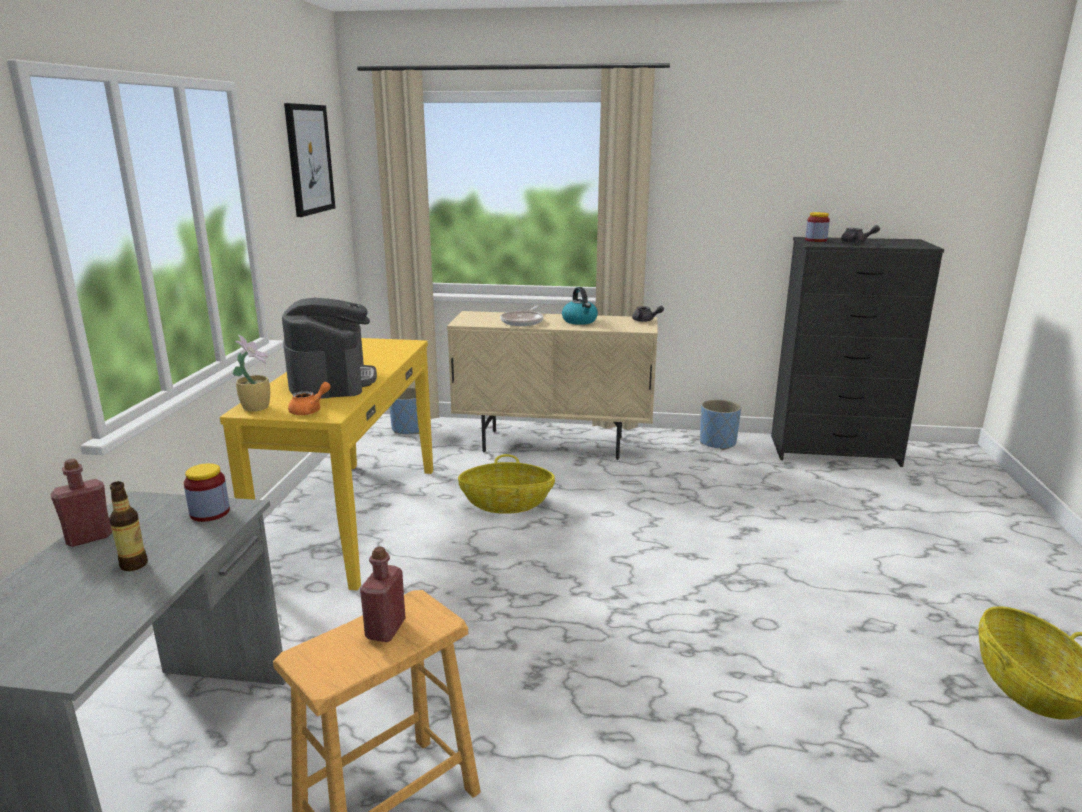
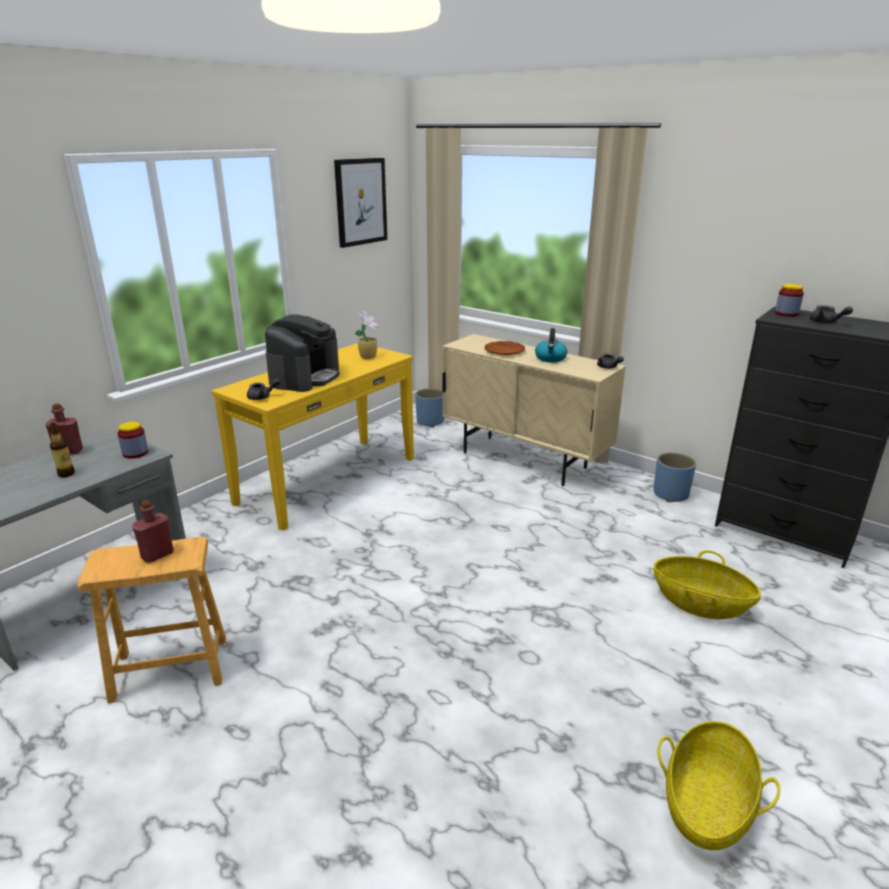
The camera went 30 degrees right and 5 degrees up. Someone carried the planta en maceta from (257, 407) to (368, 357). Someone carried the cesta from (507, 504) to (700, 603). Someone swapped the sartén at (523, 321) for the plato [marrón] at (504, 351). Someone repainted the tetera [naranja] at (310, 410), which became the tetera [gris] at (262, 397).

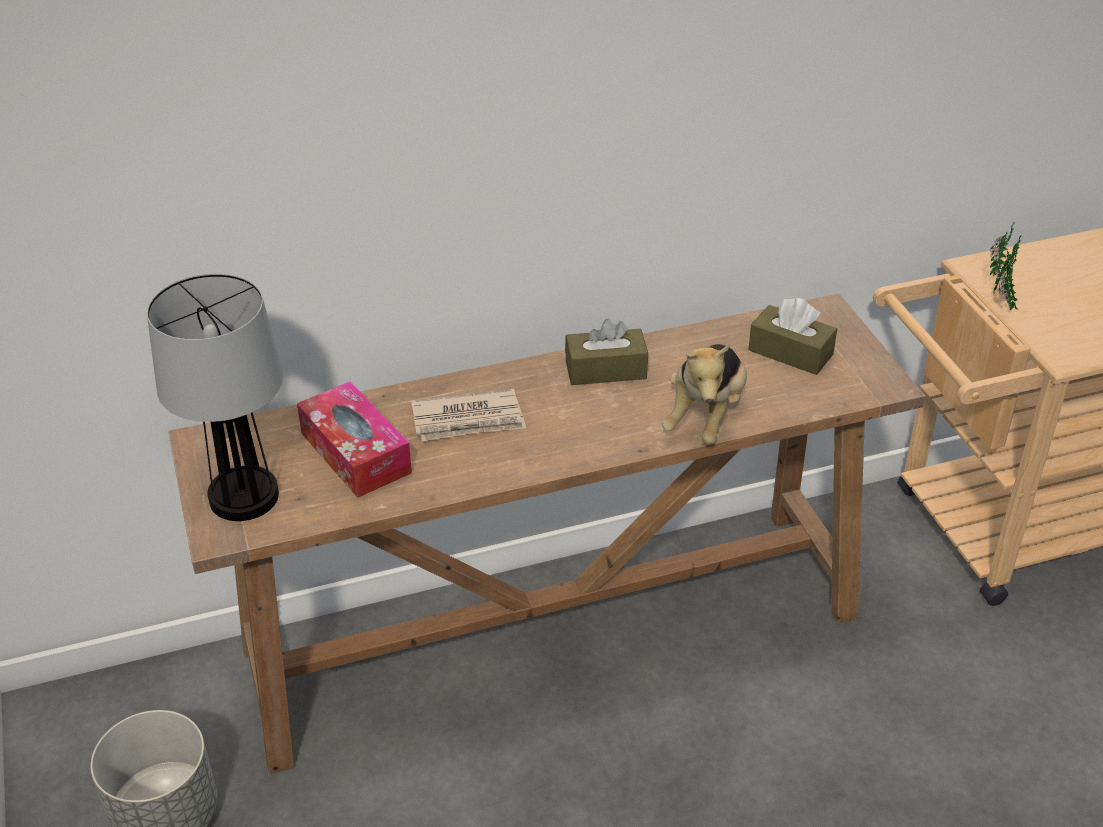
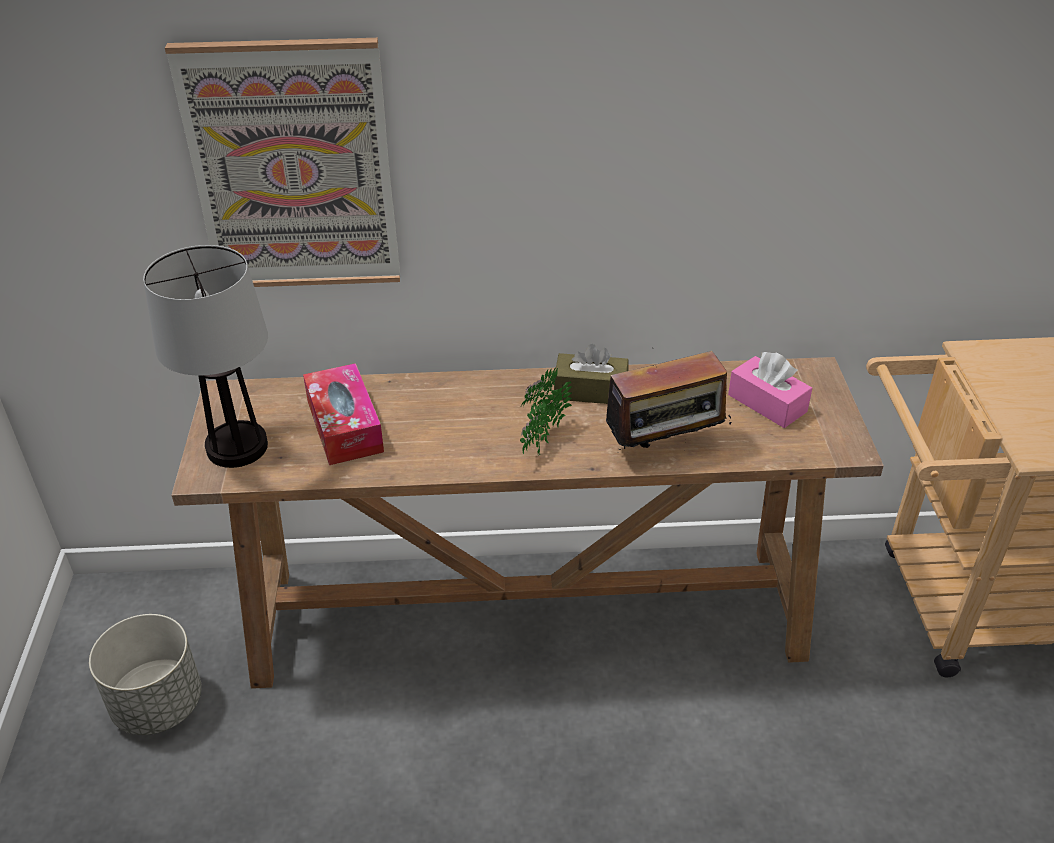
The camera went 15 degrees right and 0 degrees up. Someone took away the periódico at (469, 420). Someone put up the cuadro at (292, 168). Someone carried the planta en maceta from (999, 300) to (540, 442). Someone swapped the peluche at (706, 416) for the radio at (665, 448). Someone repainted the caja de pañuelos [marrón] at (790, 352), which became the caja de pañuelos [rosa] at (767, 403).

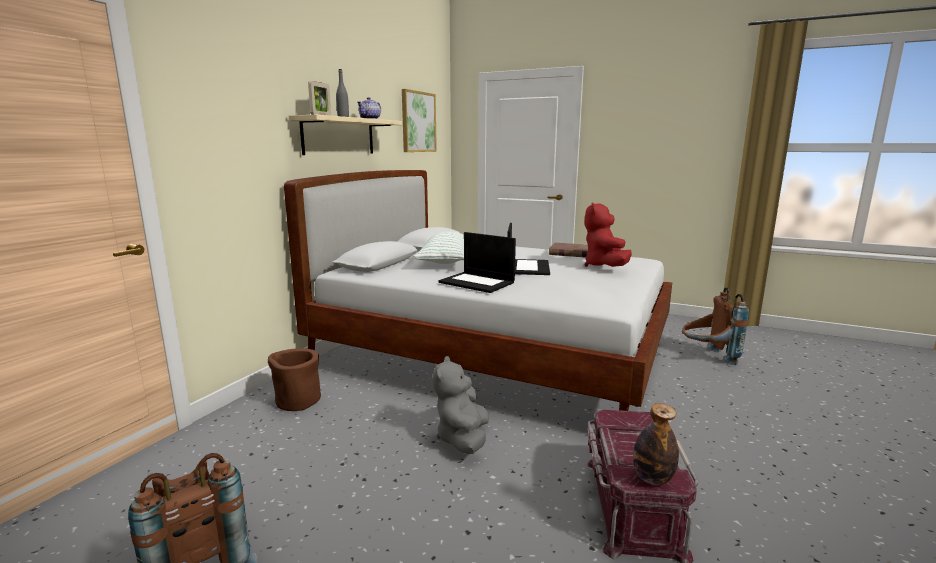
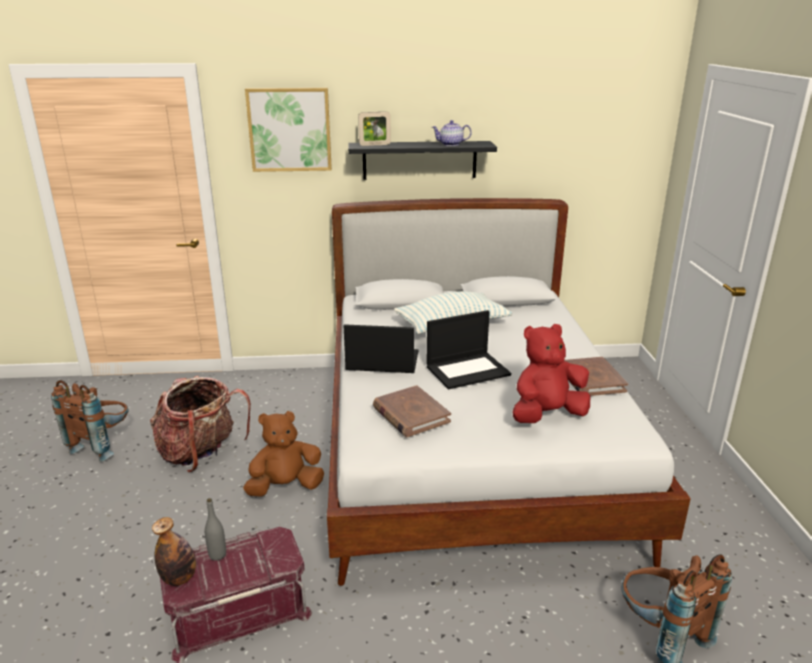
The camera went 60 degrees right and 10 degrees up. Someone took away the maceta [marrón] at (297, 402). Someone put down the mochila at (201, 454). Someone put down the libro [marrón] at (410, 414). Someone carried the botella [gris] from (343, 117) to (217, 555). Someone carried the cuadro from (418, 122) to (289, 129). Someone repainted the estante [beis] at (339, 136), which became the estante [negro] at (419, 160). Someone repainted the peluche [gris] at (463, 439), which became the peluche [marrón] at (285, 487). Someone rotated the portátil at (478, 282) by 90 degrees clockwise.

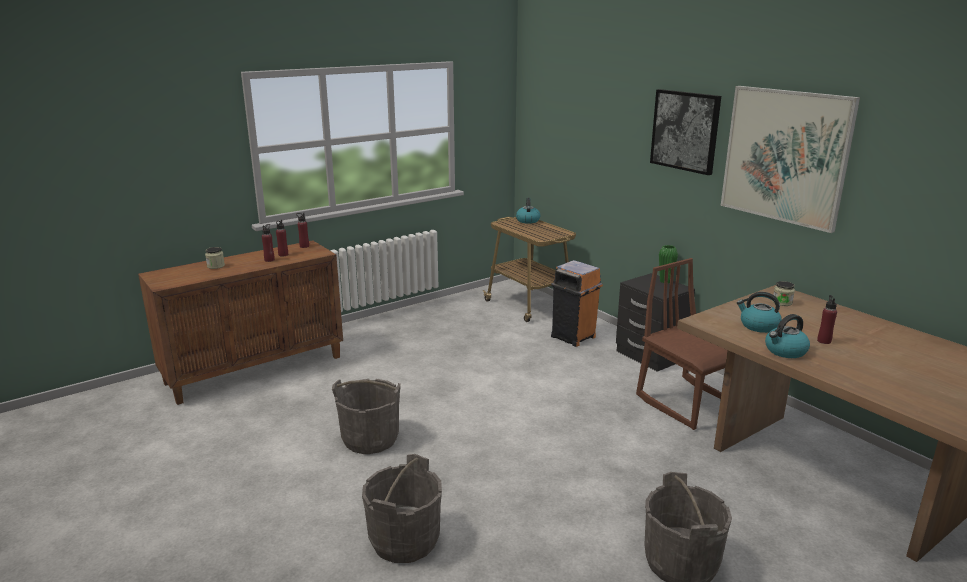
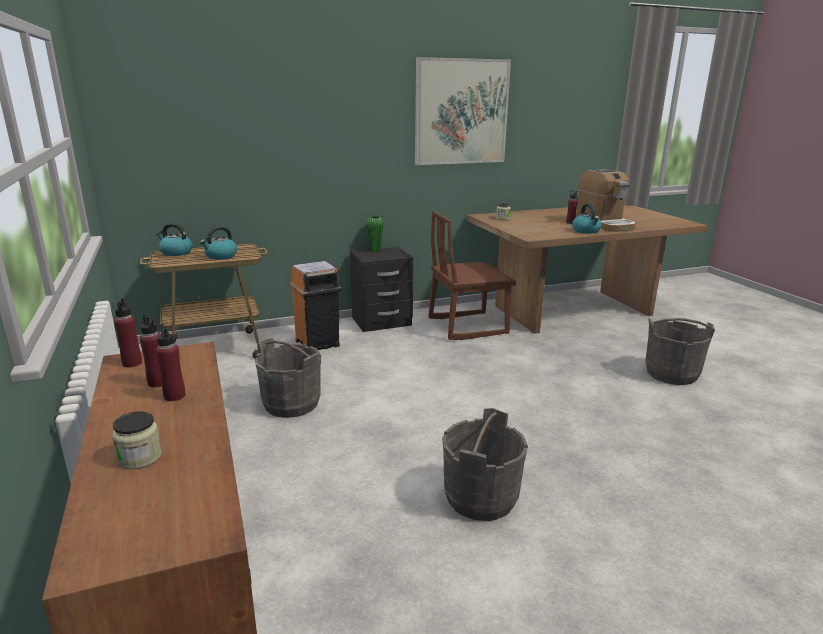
The camera went 75 degrees left and 0 degrees up. Someone took away the cuadro at (685, 131). Someone put down the cafetera at (604, 224). Someone carried the cubo [gris] from (404, 540) to (291, 404). Someone carried the hervidor from (758, 326) to (221, 256).

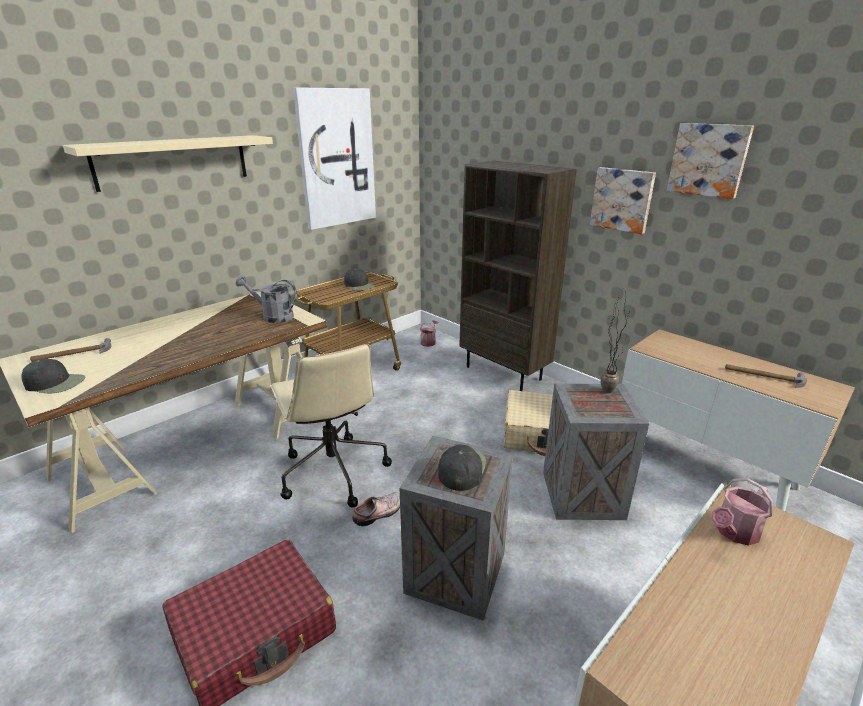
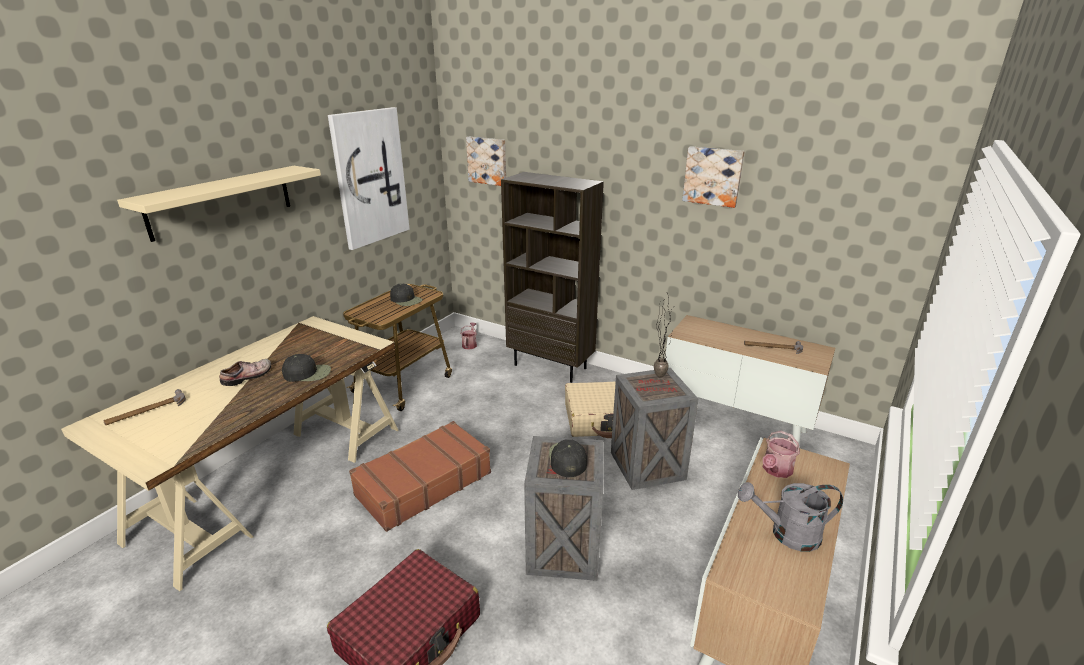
The camera went 15 degrees left and 0 degrees up. Someone carried the gorra [negro] from (55, 383) to (308, 373). Someone carried the regadera [gris] from (273, 316) to (786, 534). Someone carried the zapato from (379, 513) to (248, 377). Someone carried the cuadro from (622, 199) to (487, 160). Someone swapped the silla de oficina [beis] at (333, 471) for the maleta [marrón] at (423, 484).

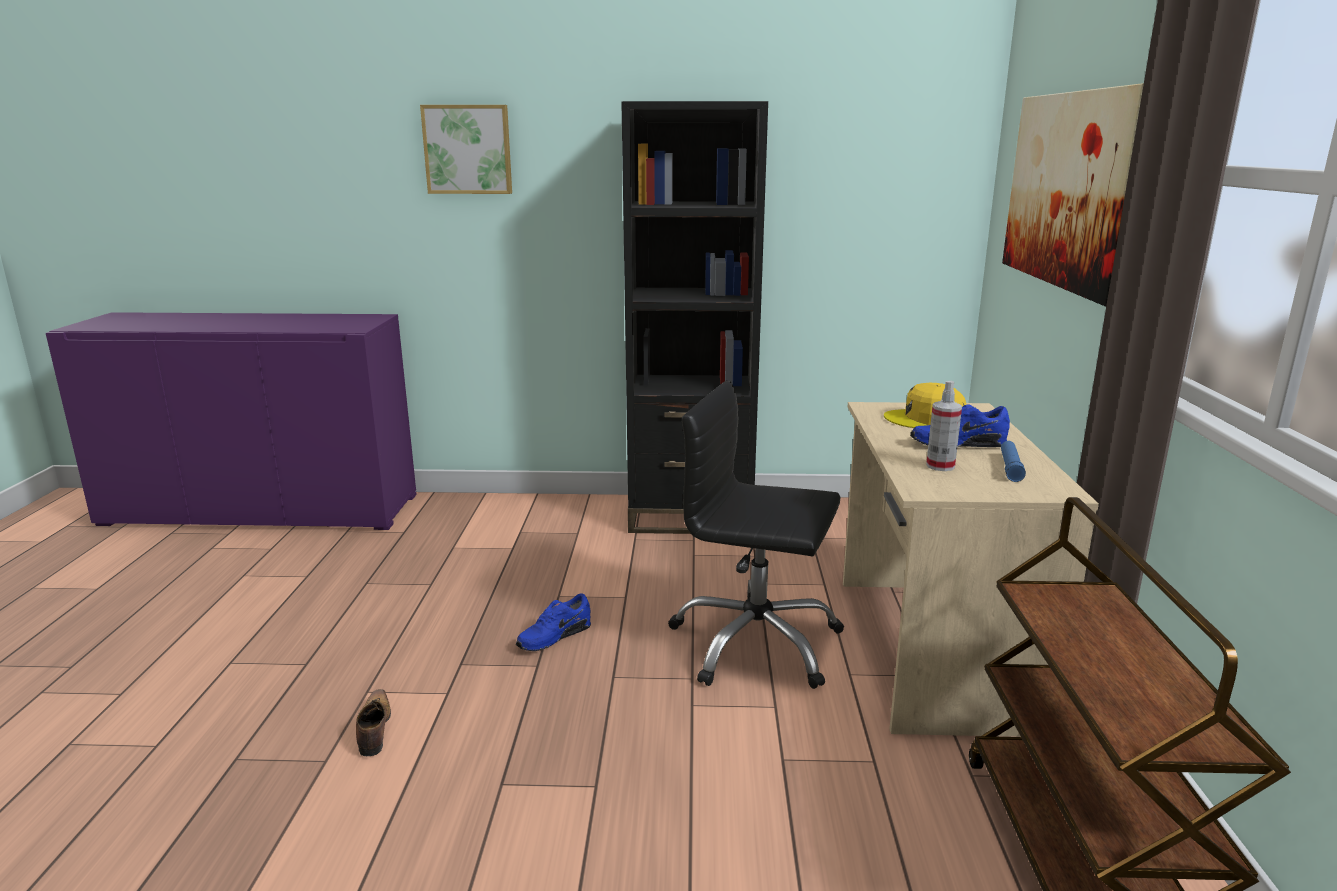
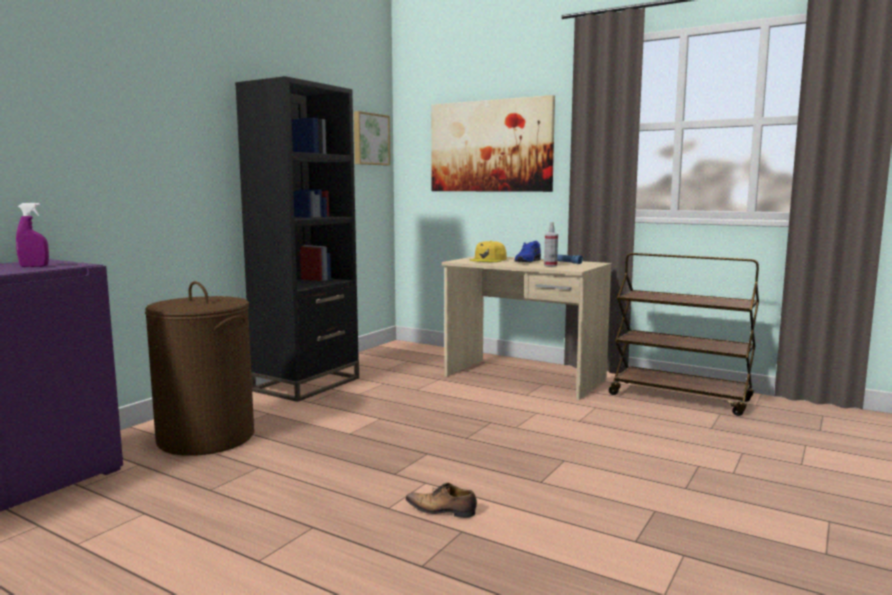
The camera went 60 degrees left and 10 degrees down. Someone took away the zapato [azul] at (553, 636). Someone took away the silla de oficina [negro] at (755, 643). Someone put down the pulverizador [morado] at (34, 266). Someone put down the cesto de la ropa [marrón] at (207, 437). Someone carried the cuadro from (468, 149) to (370, 139).

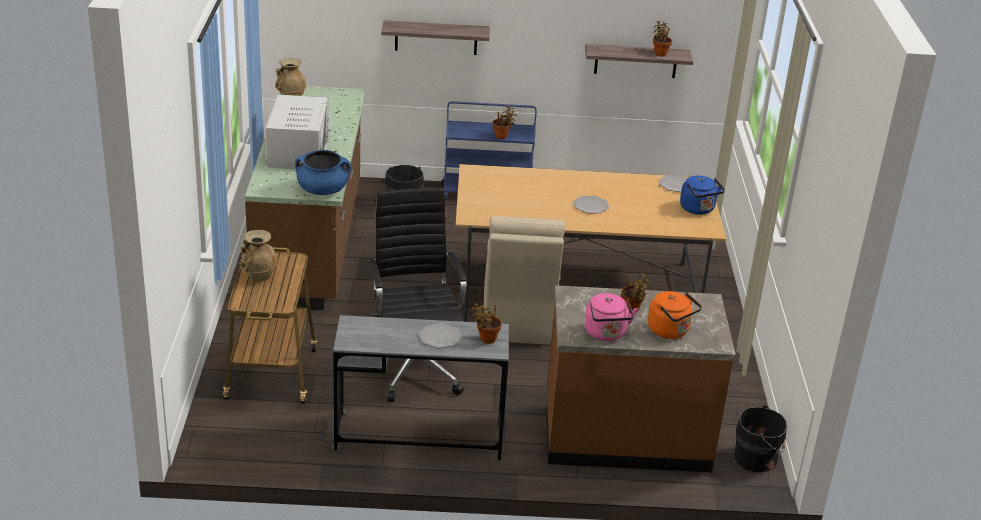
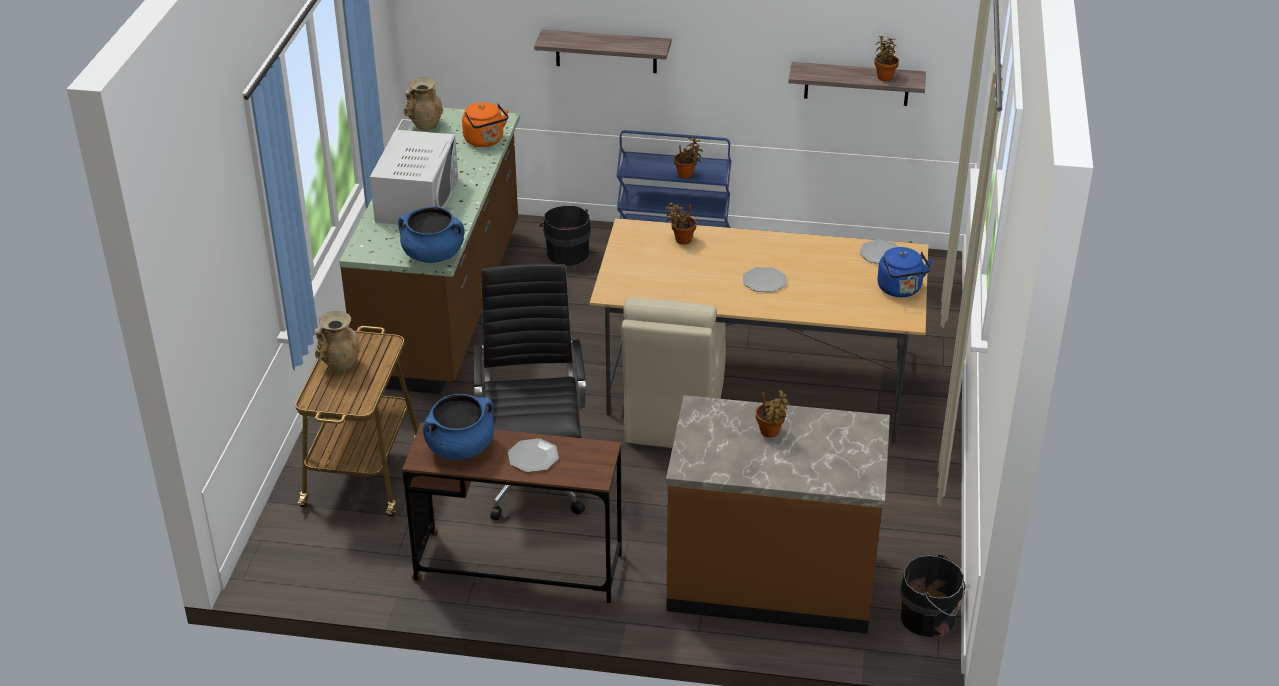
The camera went 10 degrees right and 5 degrees up. Someone took away the hervidor [rosa] at (606, 334). Someone put down the olla [azul] at (460, 447). Someone carried the planta en maceta from (486, 339) to (681, 240). Someone carried the hervidor [naranja] from (670, 331) to (485, 141). Someone repainted the escritorio [gris] at (418, 437), which became the escritorio [marrón] at (518, 568).

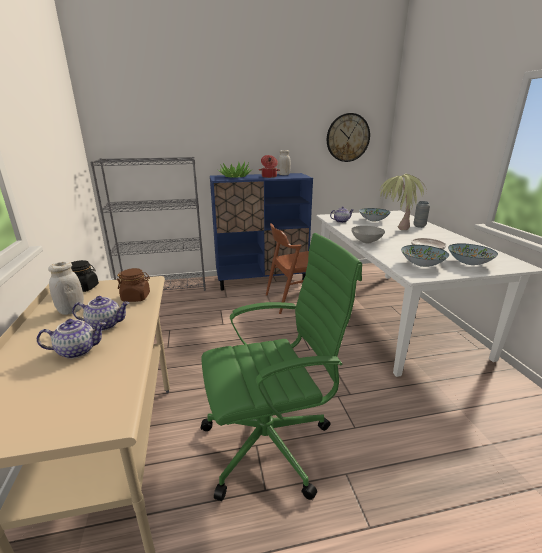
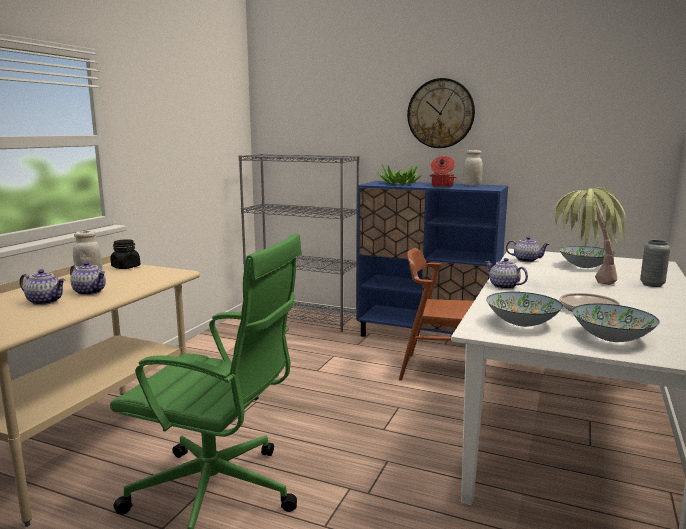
The camera went 35 degrees right and 10 degrees down. Someone took away the tarro [marrón] at (136, 297). Someone carried the reloj de pared from (348, 138) to (440, 113). Someone swapped the cuenco [gris] at (366, 242) for the tetera at (503, 286).

